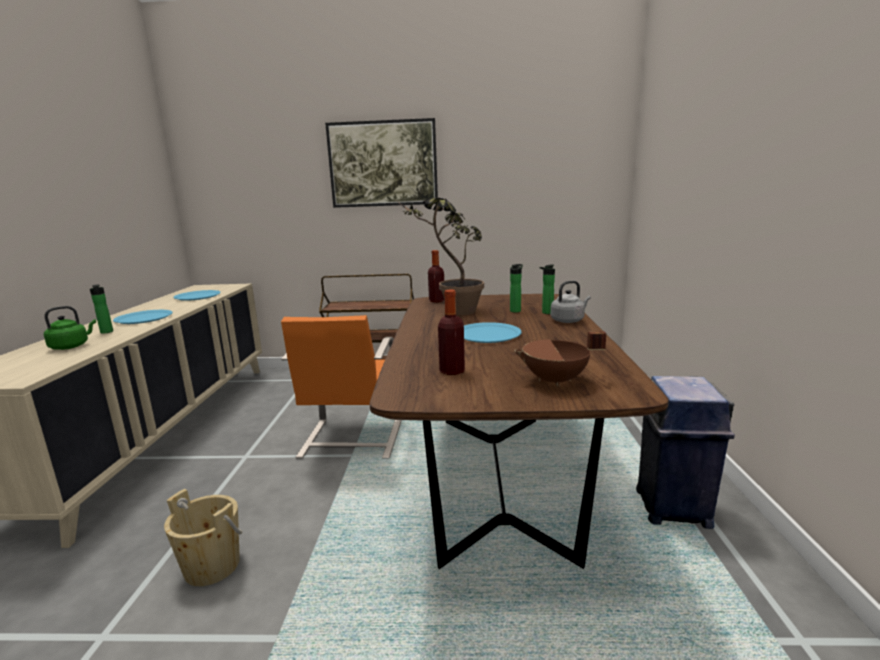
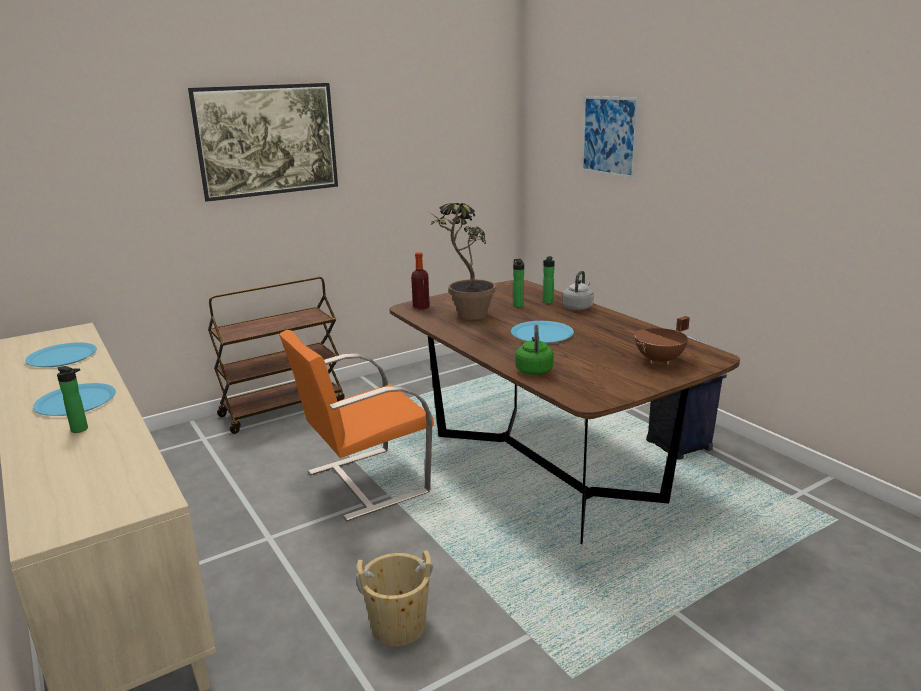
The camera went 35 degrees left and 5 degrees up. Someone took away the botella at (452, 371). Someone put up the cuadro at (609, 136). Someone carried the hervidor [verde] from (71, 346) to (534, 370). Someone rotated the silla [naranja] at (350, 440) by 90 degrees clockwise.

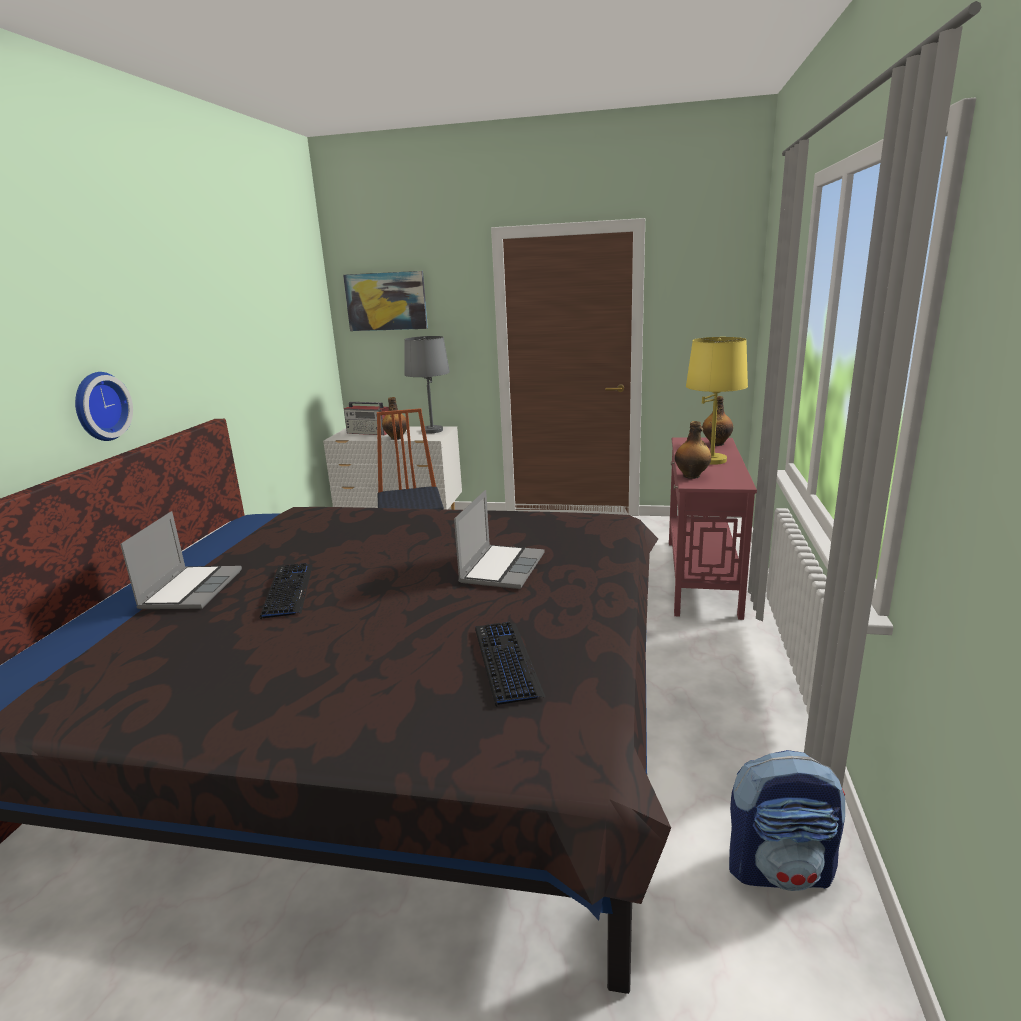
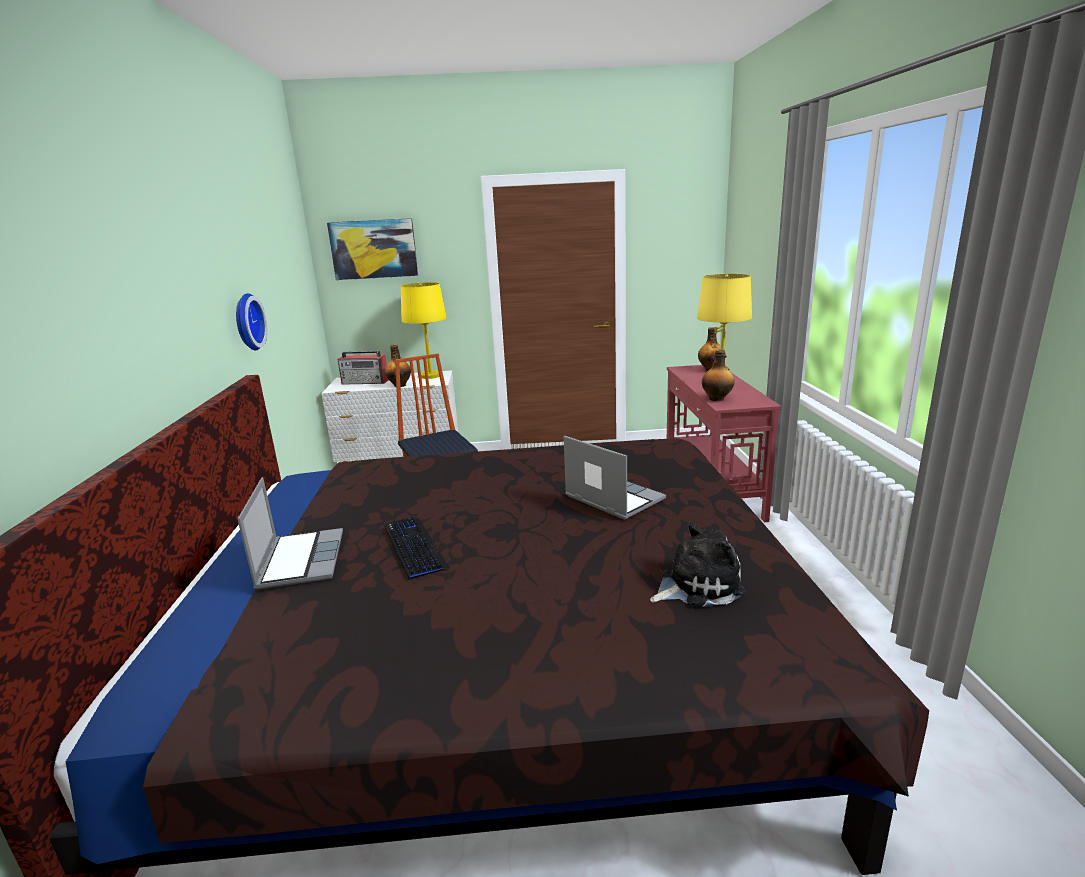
The camera went 15 degrees left and 0 degrees up. Someone took away the mochila at (780, 869). Someone carried the reloj de pared from (98, 406) to (246, 322). Someone swapped the teclado at (506, 662) for the peluche at (696, 585). Someone repainted the lámpara de mesa [gris] at (432, 430), which became the lámpara de mesa [amarillo] at (431, 376). Someone rotated the portátil at (501, 568) by 45 degrees counterclockwise.

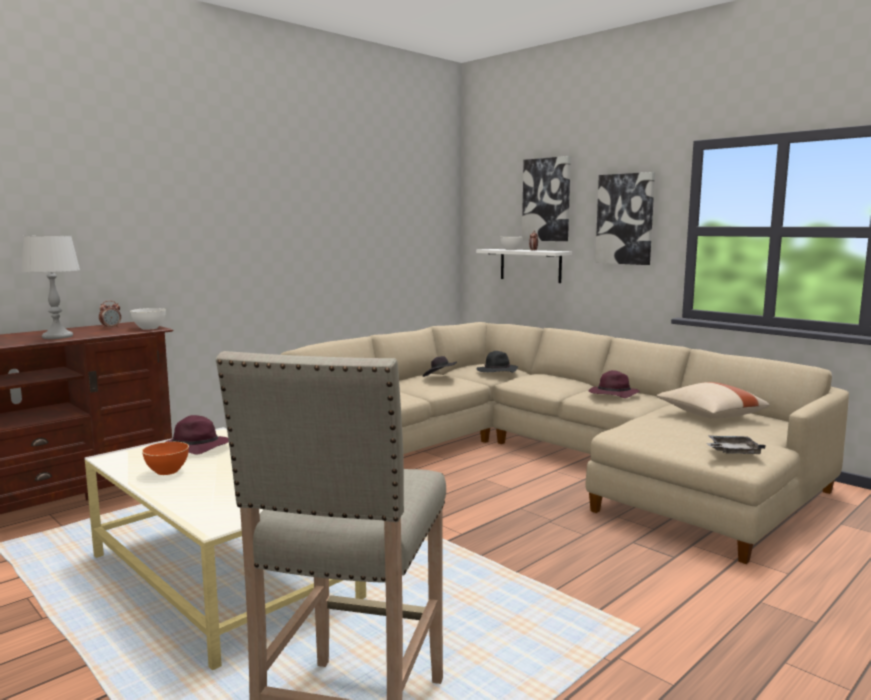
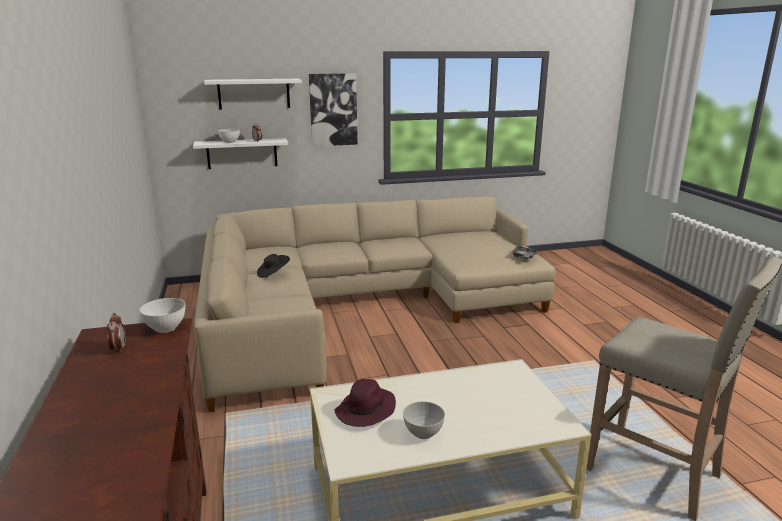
The camera went 60 degrees left and 10 degrees up. Someone took away the lámpara de mesa [gris] at (57, 337). Someone took away the sombrero [negro] at (496, 372). Someone took away the sombrero [morado] at (612, 395). Someone took away the cojín [beis] at (710, 415). Someone swapped the cuadro at (547, 199) for the estante [blanco] at (254, 93). Someone repainted the cuenco [naranja] at (167, 471), which became the cuenco [gris] at (423, 433).

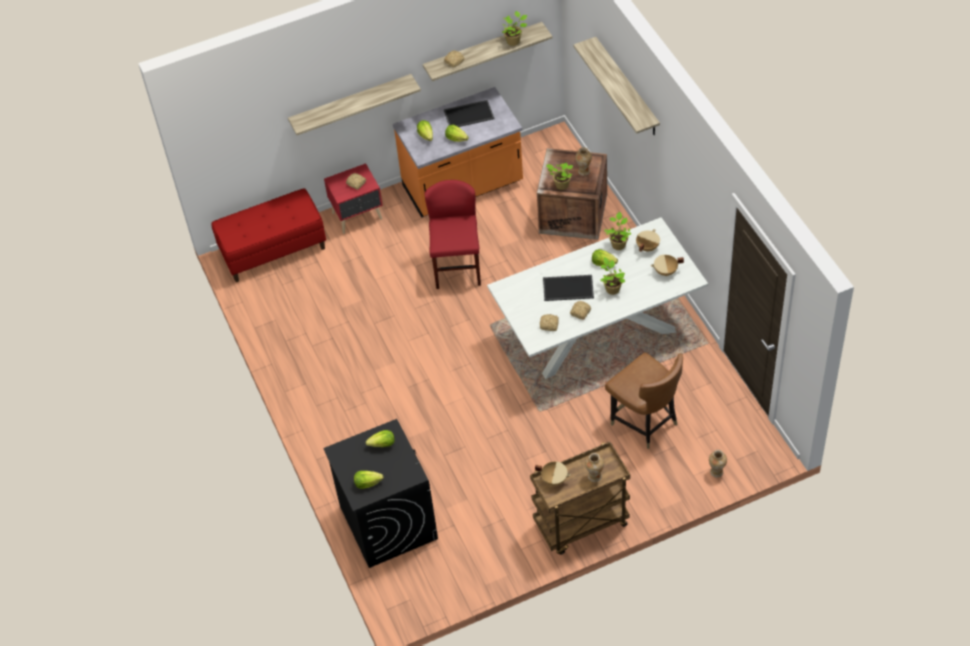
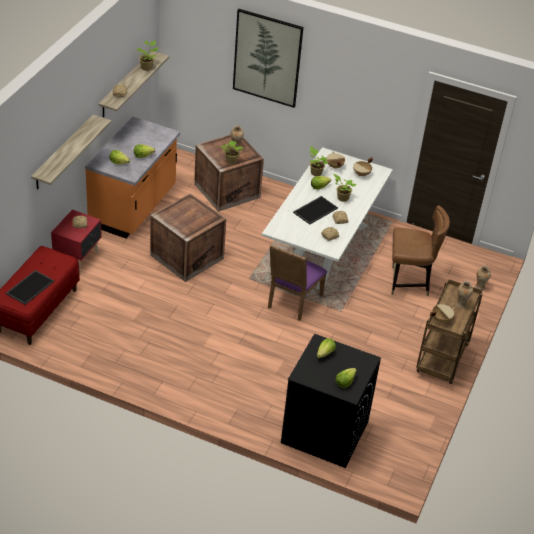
The camera went 50 degrees left and 10 degrees down. Someone put down the silla [morado] at (292, 302). Someone carried the bandeja from (469, 114) to (30, 287). Someone swapped the silla [rojo] at (457, 267) for the caja de embalaje at (187, 256). Someone swapped the estante at (627, 87) for the cuadro at (267, 58).

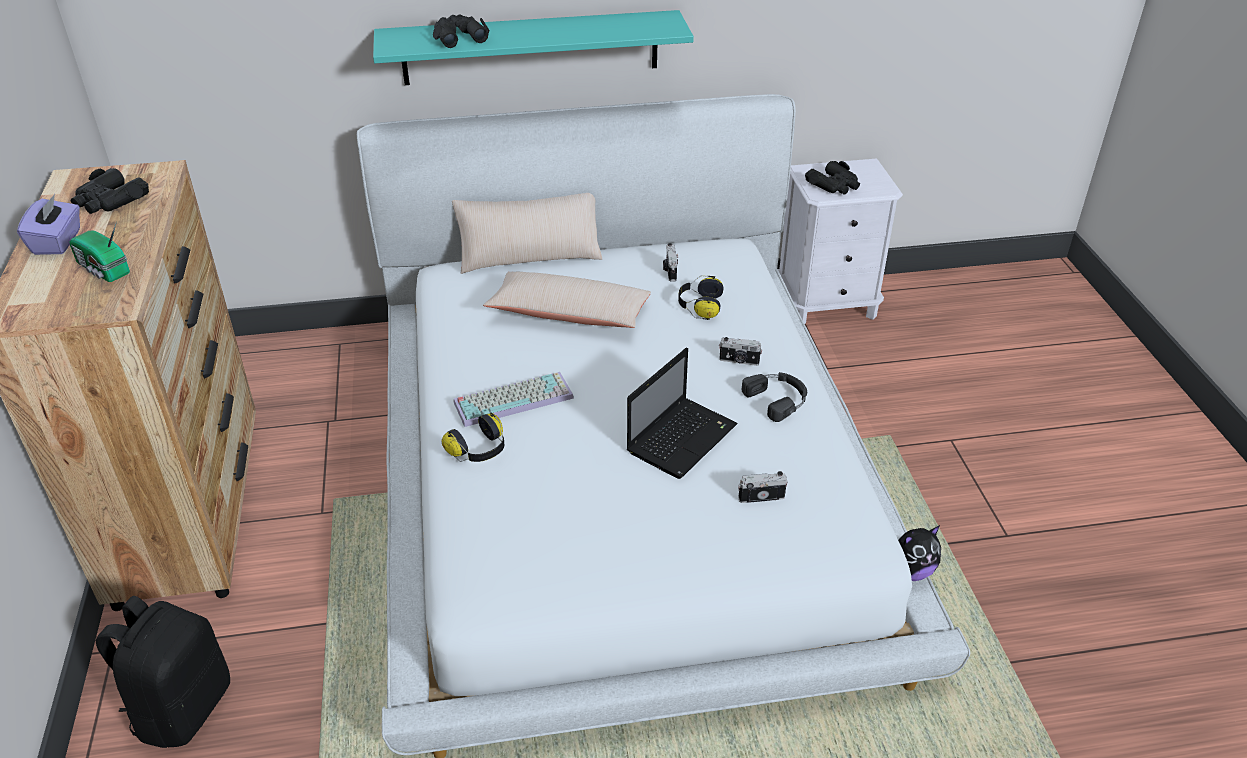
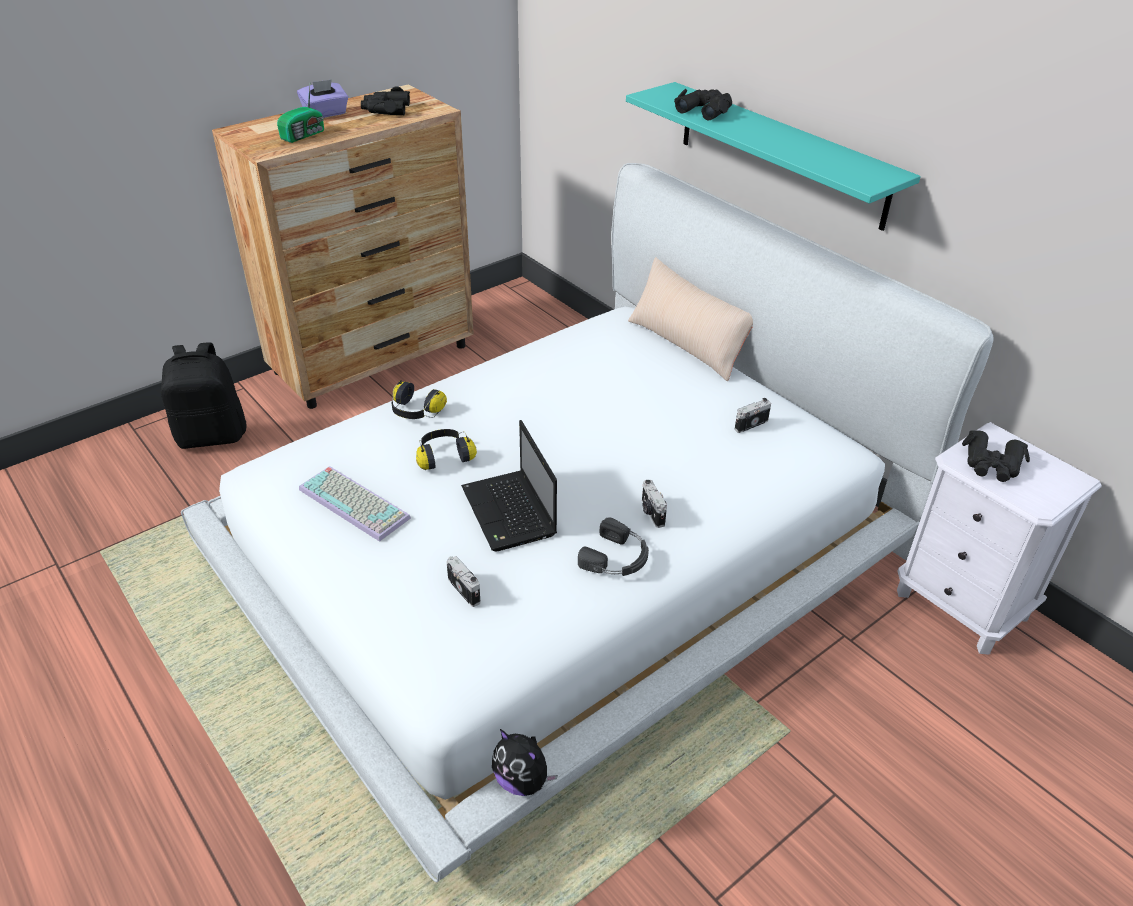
The camera went 60 degrees right and 0 degrees up. Someone took away the cojín [beis] at (569, 314). Someone carried the teclado from (514, 398) to (356, 503). Someone carried the auriculares from (699, 306) to (444, 457). Someone rotated the radio at (103, 270) by 150 degrees counterclockwise. Someone rotated the portátil at (682, 437) by 60 degrees clockwise.

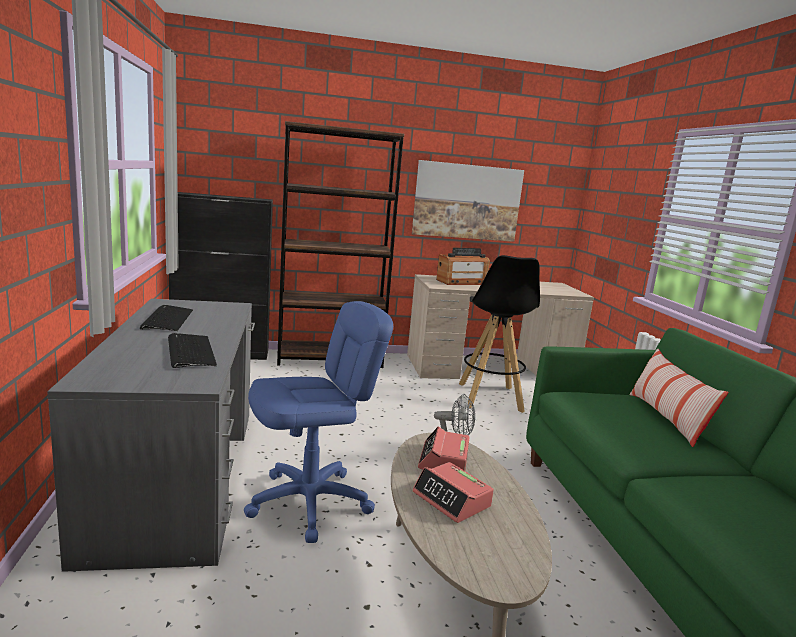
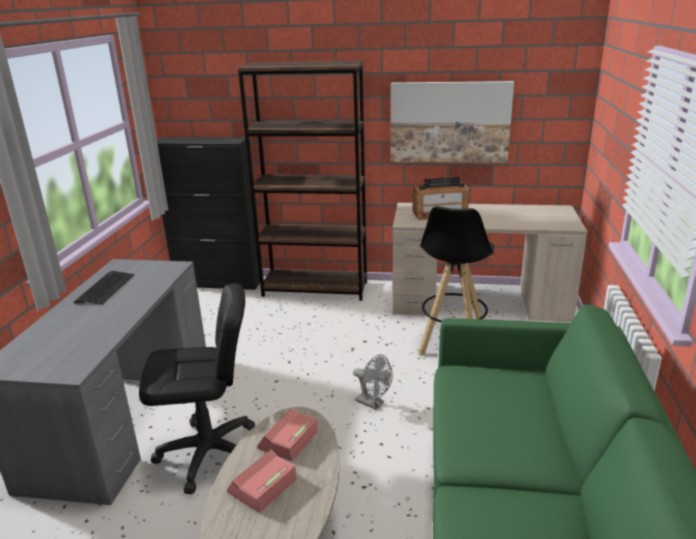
The camera went 20 degrees right and 10 degrees up. Someone took away the teclado at (190, 352). Someone took away the cojín at (666, 419). Someone repainted the silla de oficina [azul] at (310, 503), which became the silla de oficina [negro] at (209, 453). Someone rotated the despertador at (452, 500) by 60 degrees clockwise.

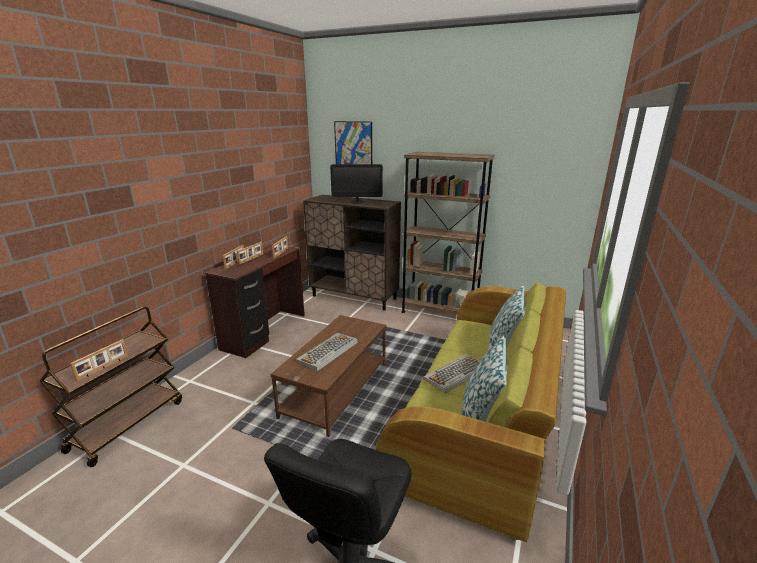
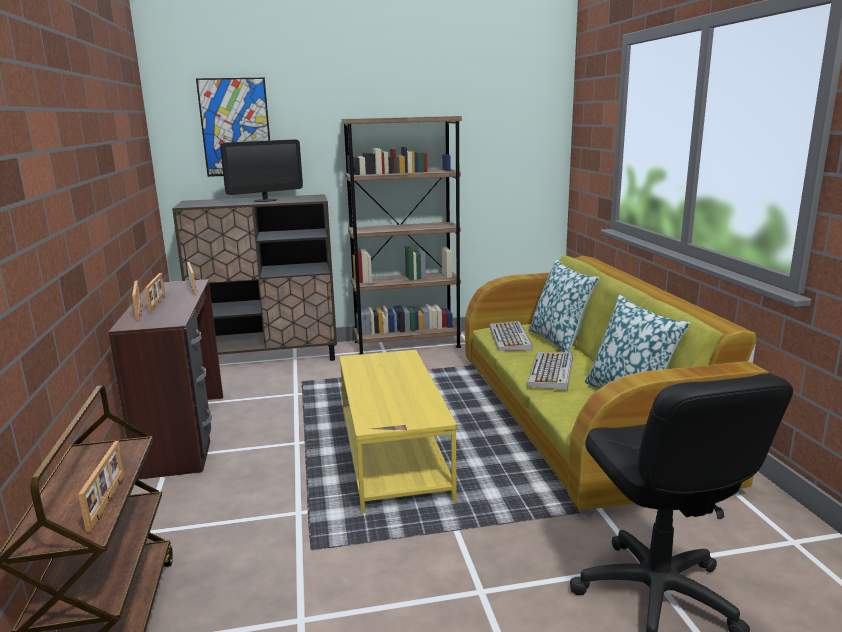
The camera went 35 degrees left and 5 degrees down. Someone carried the teclado from (327, 352) to (510, 338). Someone repainted the mesa de centro [marrón] at (336, 389), which became the mesa de centro [amarillo] at (394, 455).

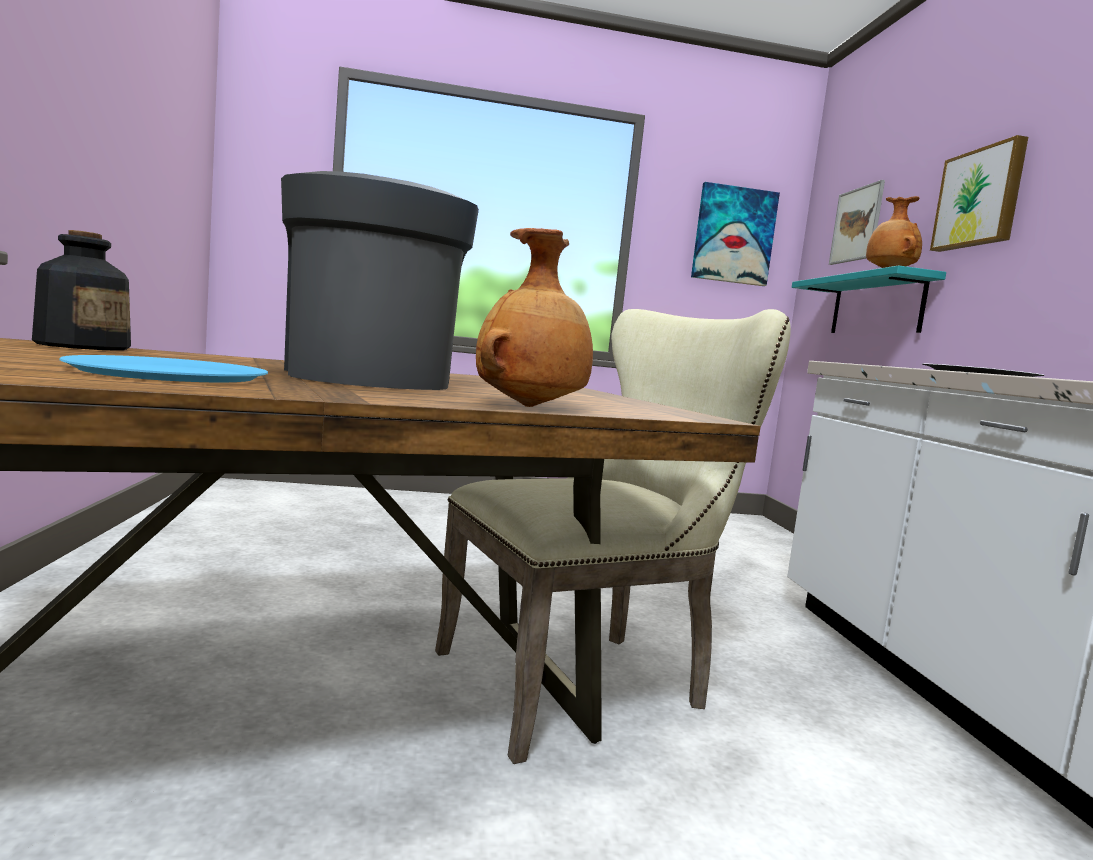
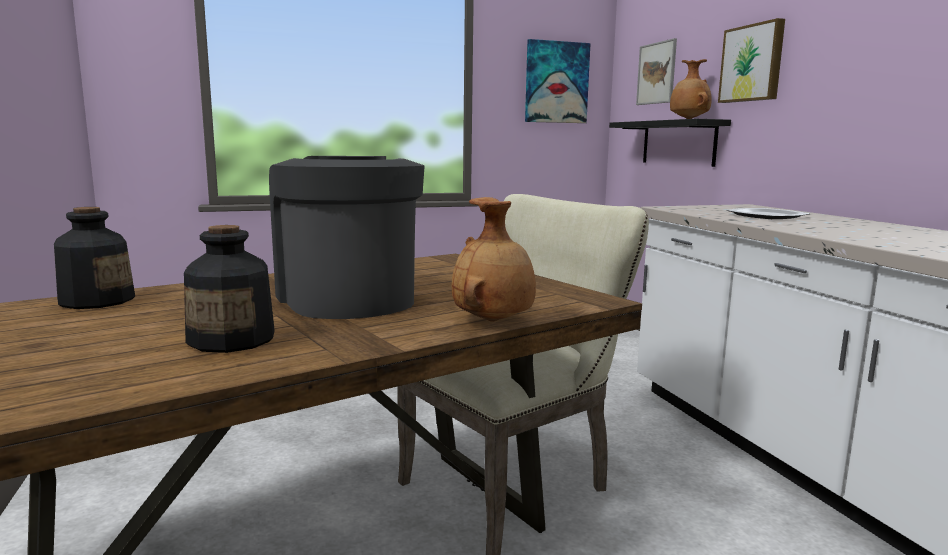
The camera went 10 degrees left and 5 degrees up. Someone swapped the plato [azul] at (170, 373) for the botella at (233, 340). Someone repainted the estante [turquesa] at (876, 306), which became the estante [negro] at (678, 143).

